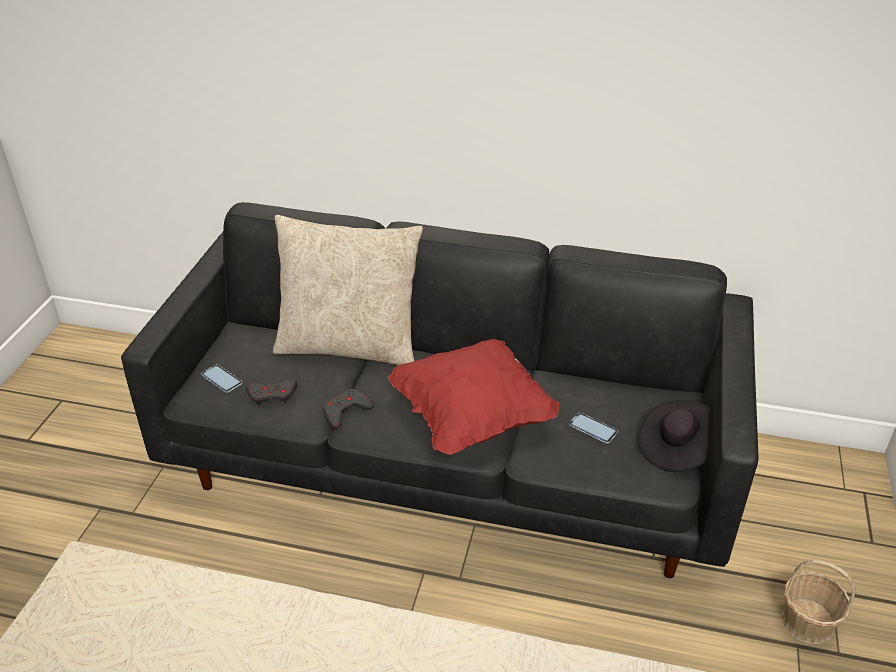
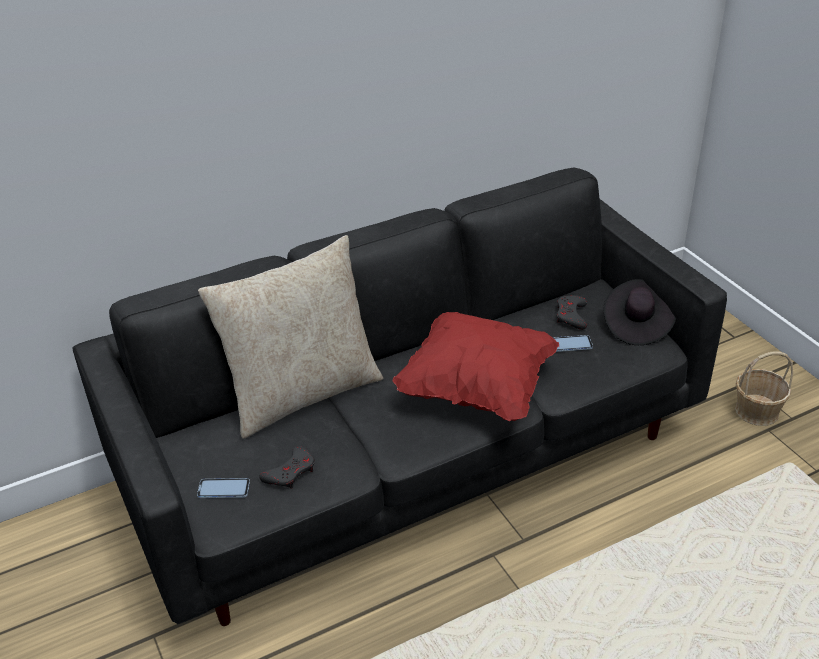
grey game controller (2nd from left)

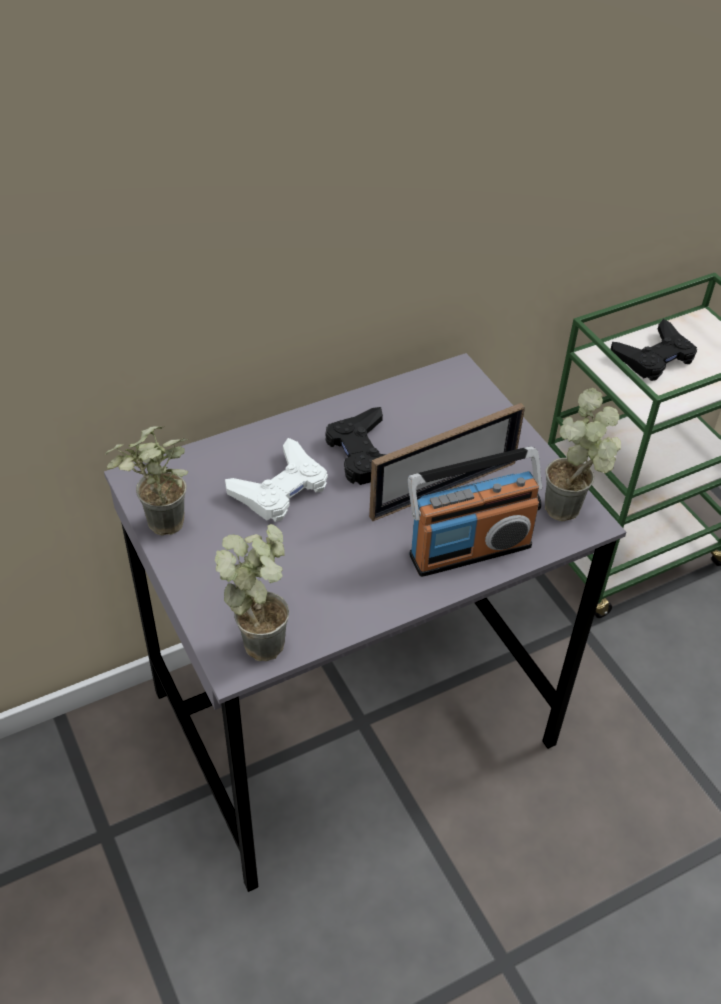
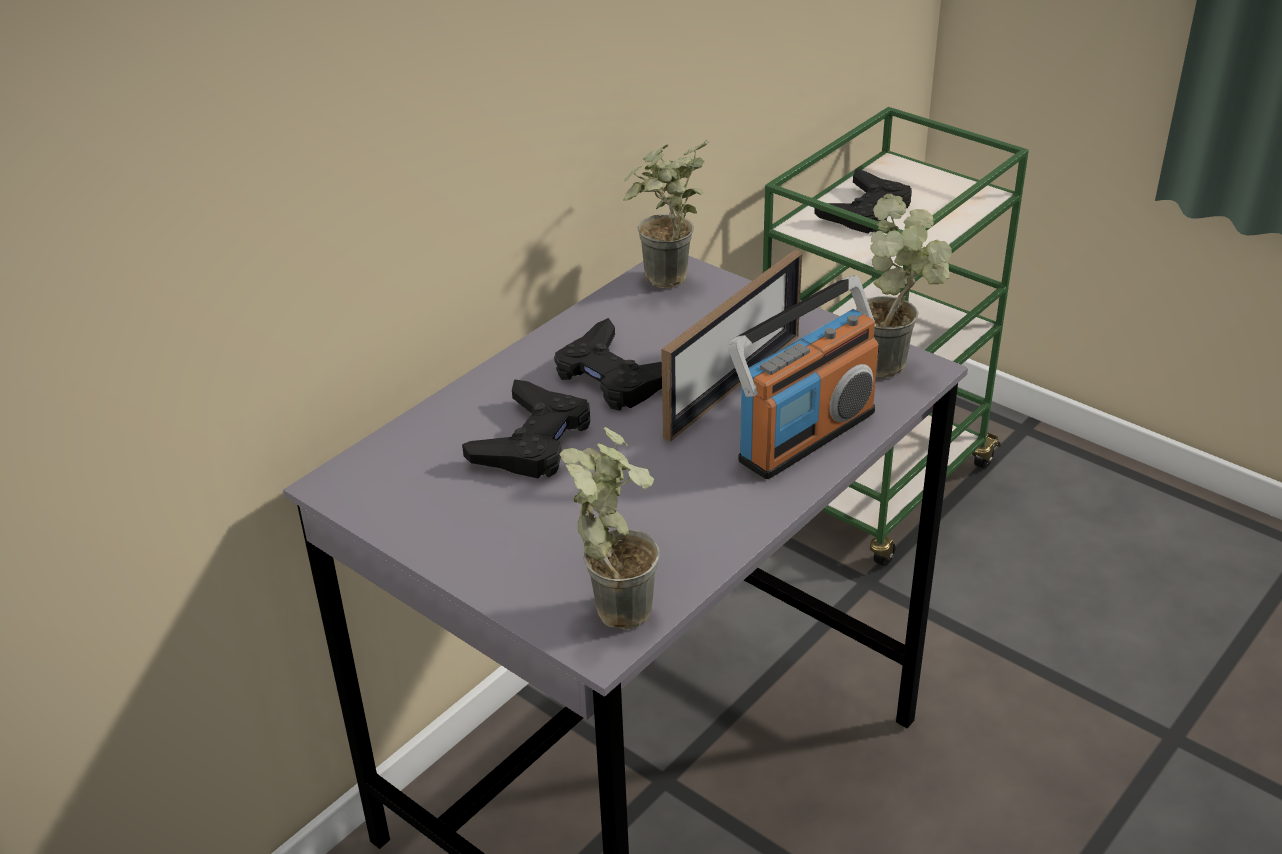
potted plant (2nd from left)
black game controller (1st from left)

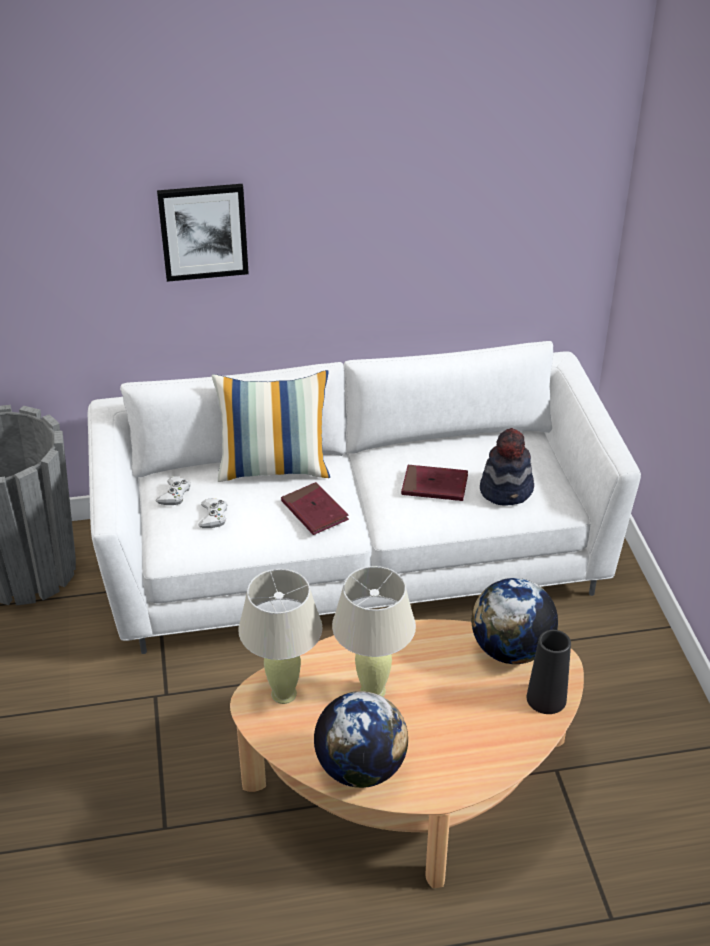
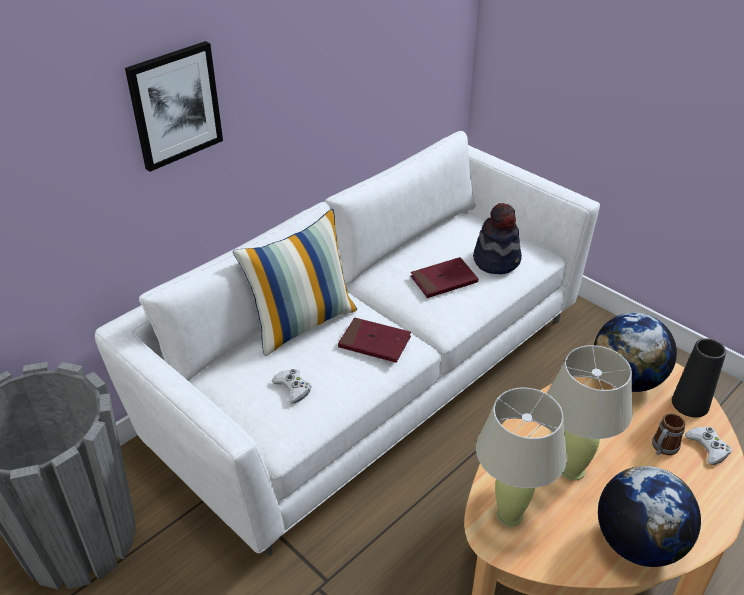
mug
white game controller (2nd from left)

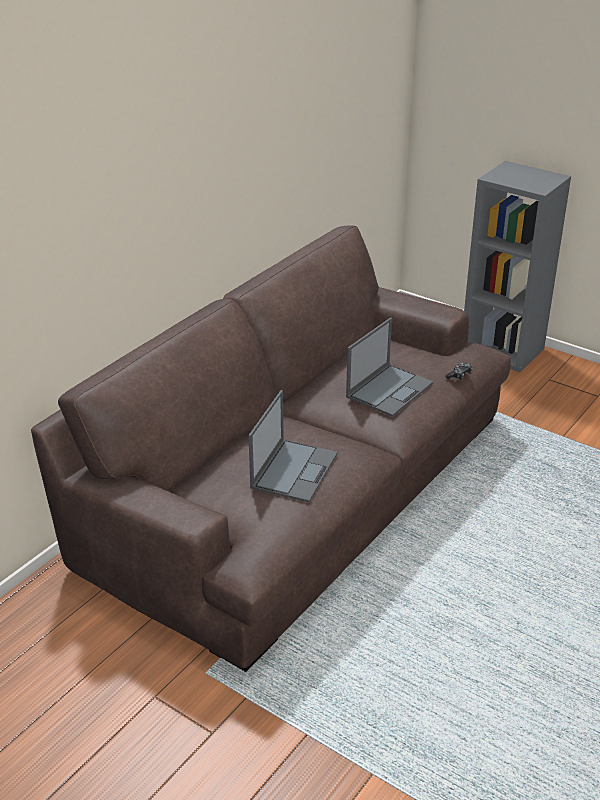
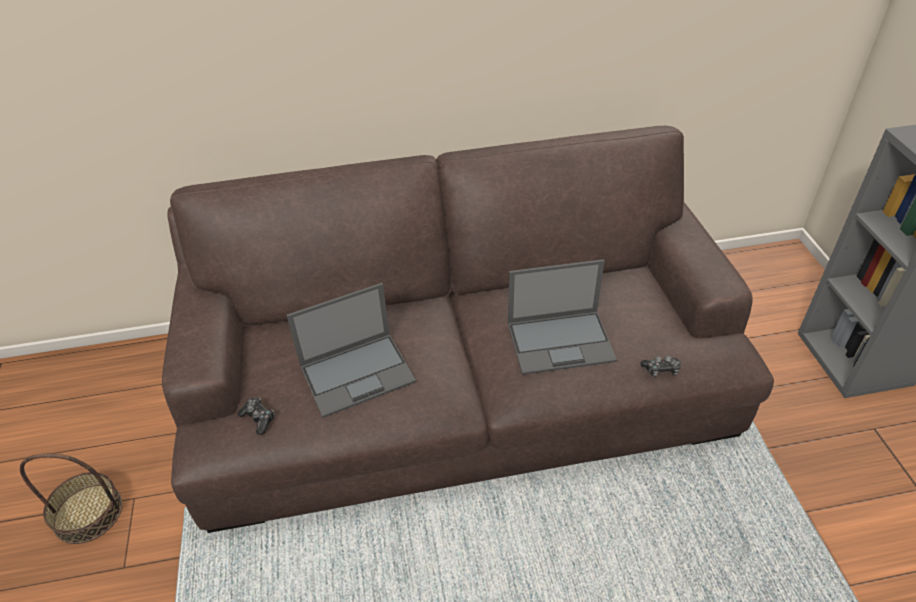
basket
game controller (1st from left)

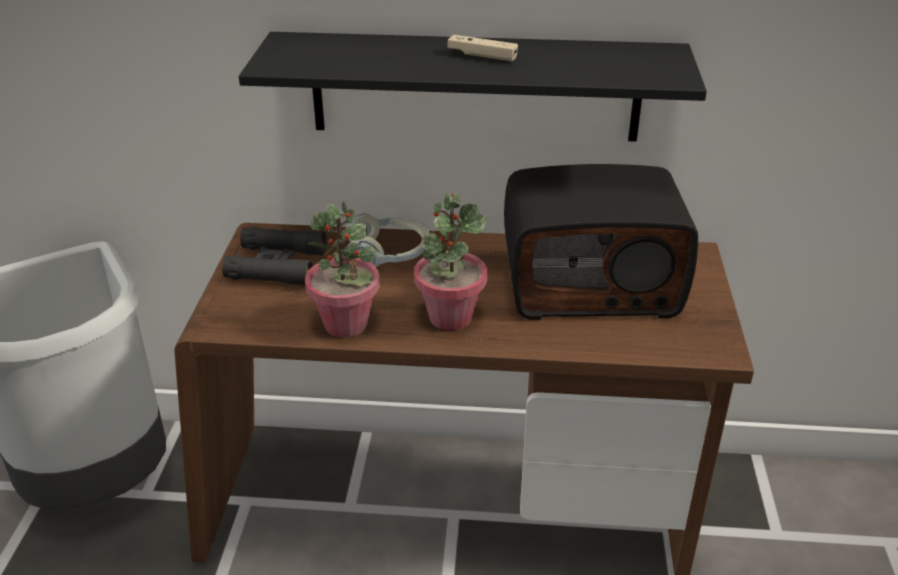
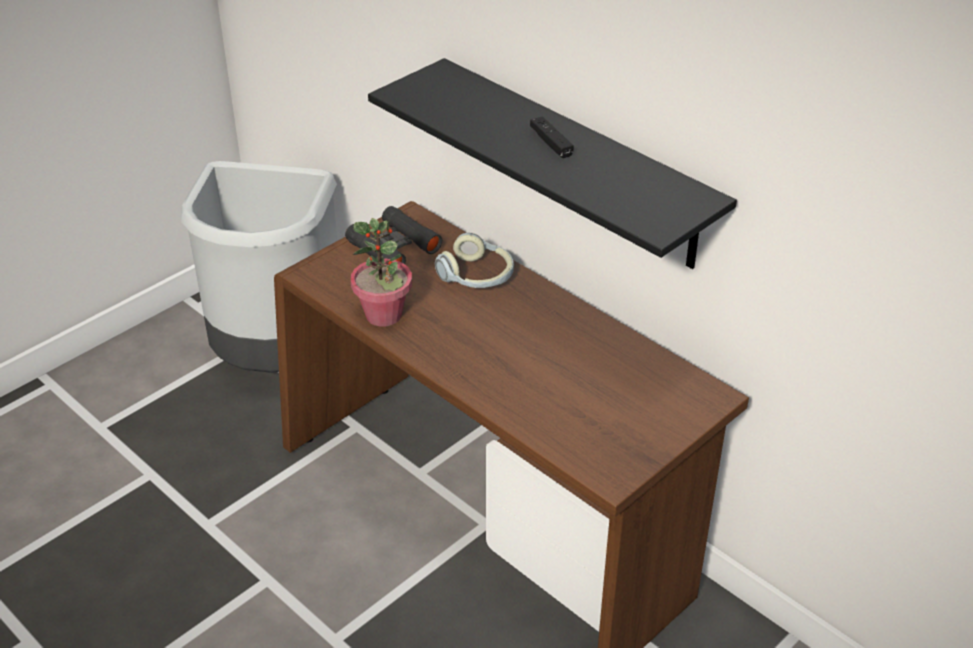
potted plant (2nd from left in the first image)
radio
black game controller

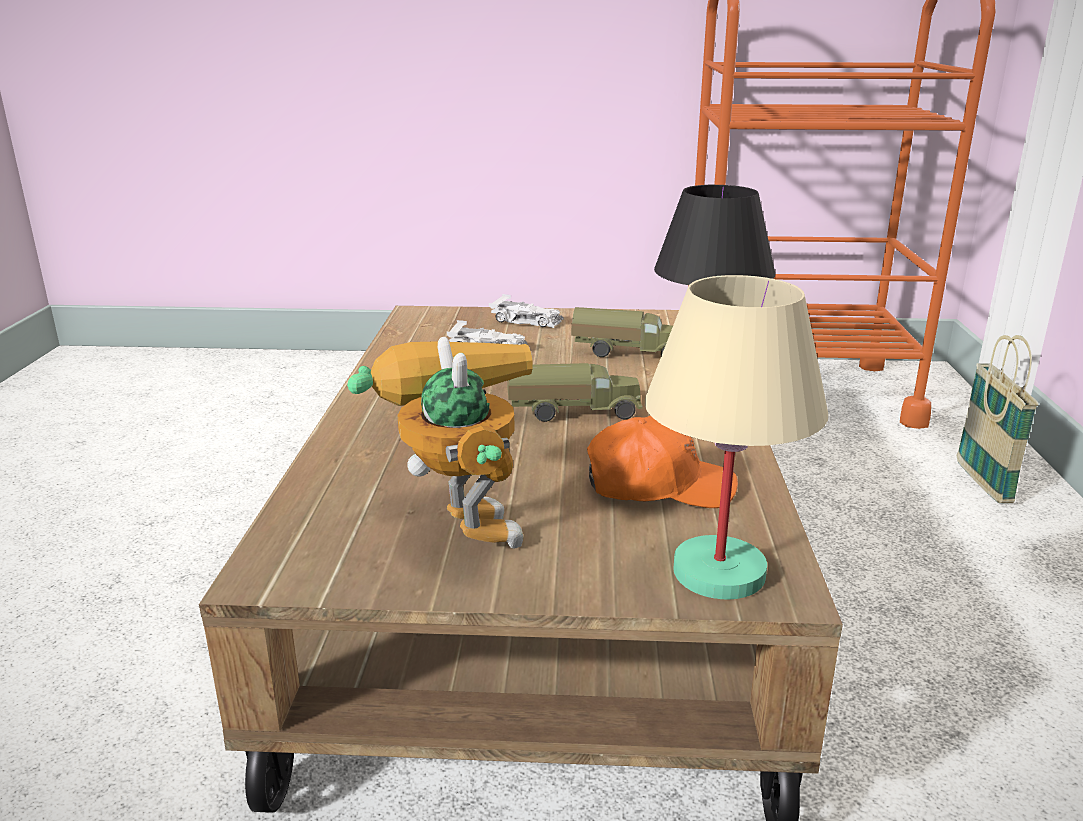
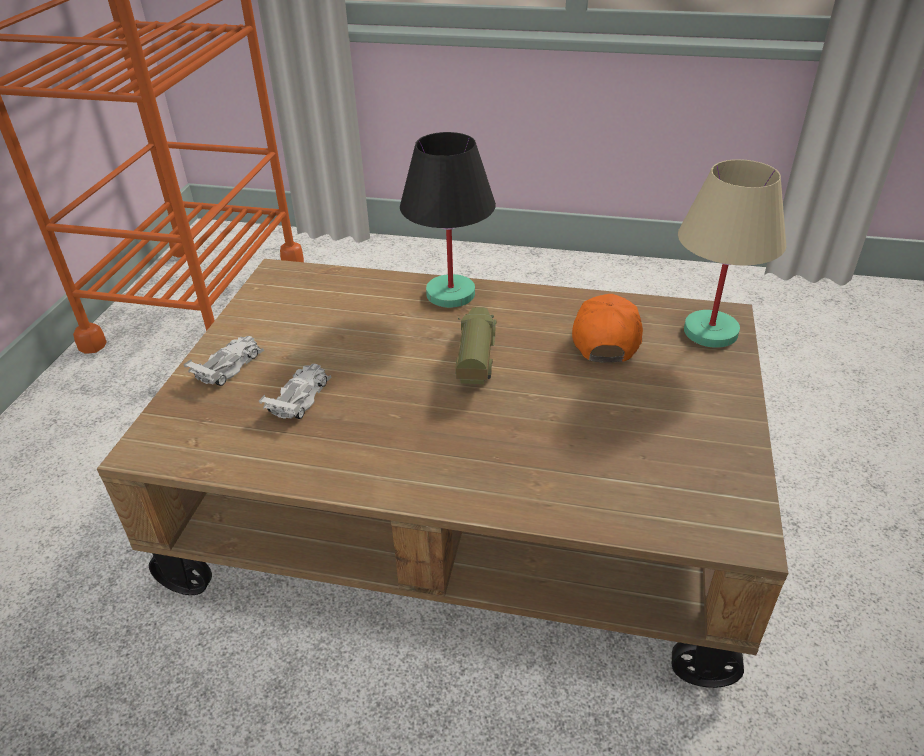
toy robot
toy truck (2nd from left in the first image)
basket

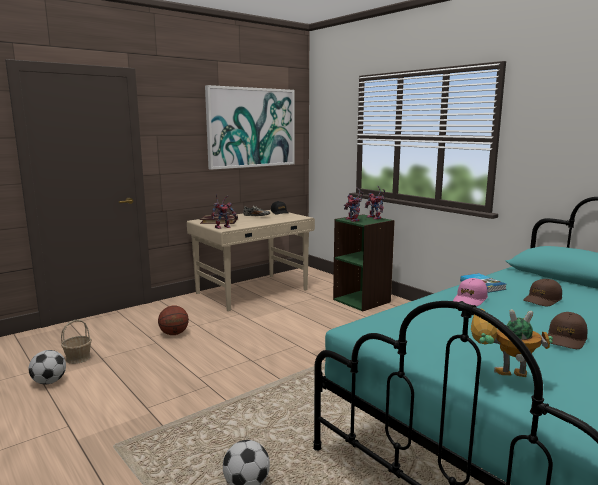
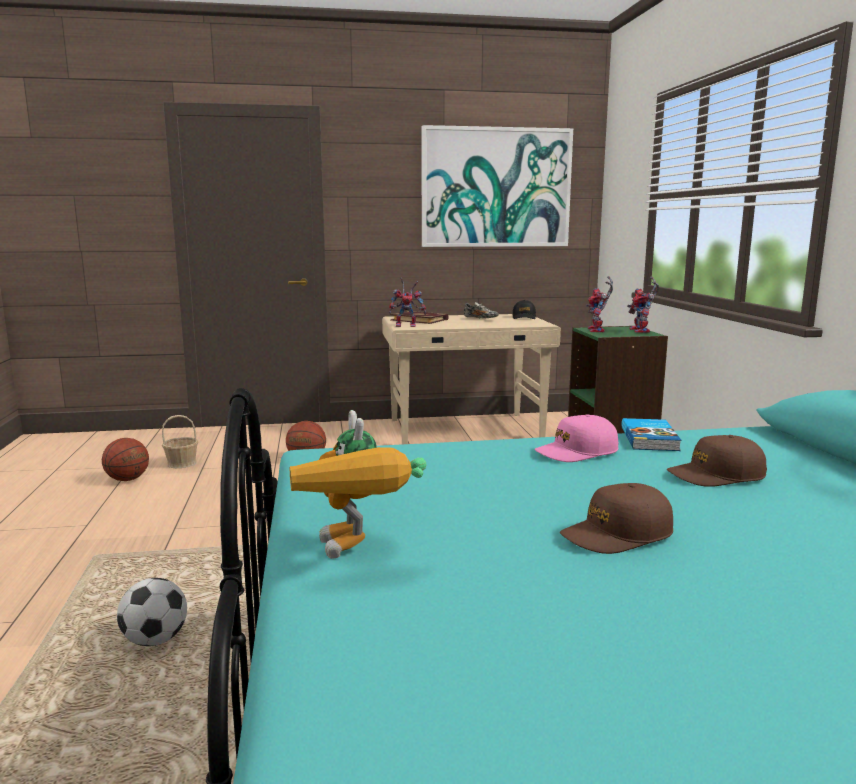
basketball (1st from left)
toy robot (1st from left)

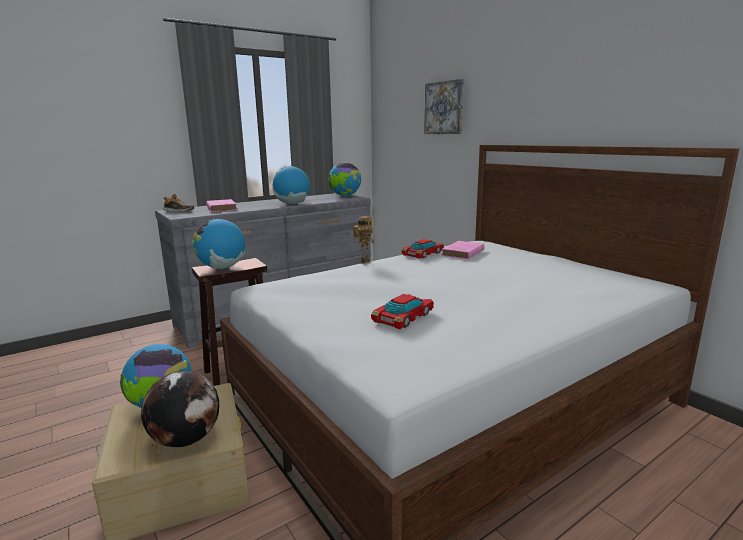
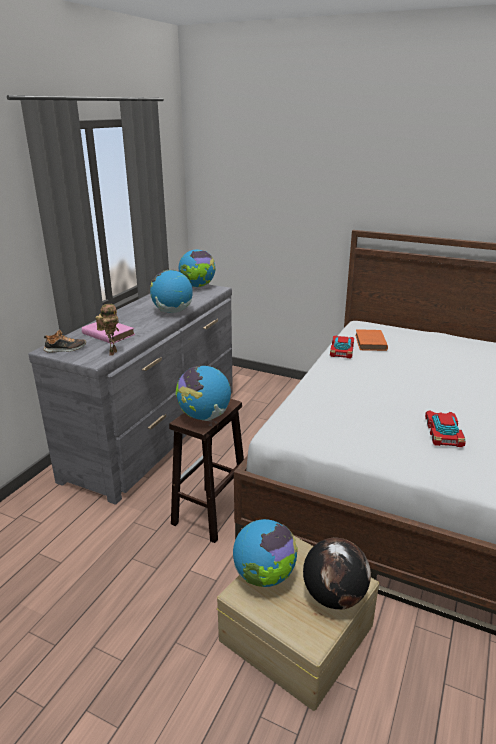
picture
toy robot
orange book

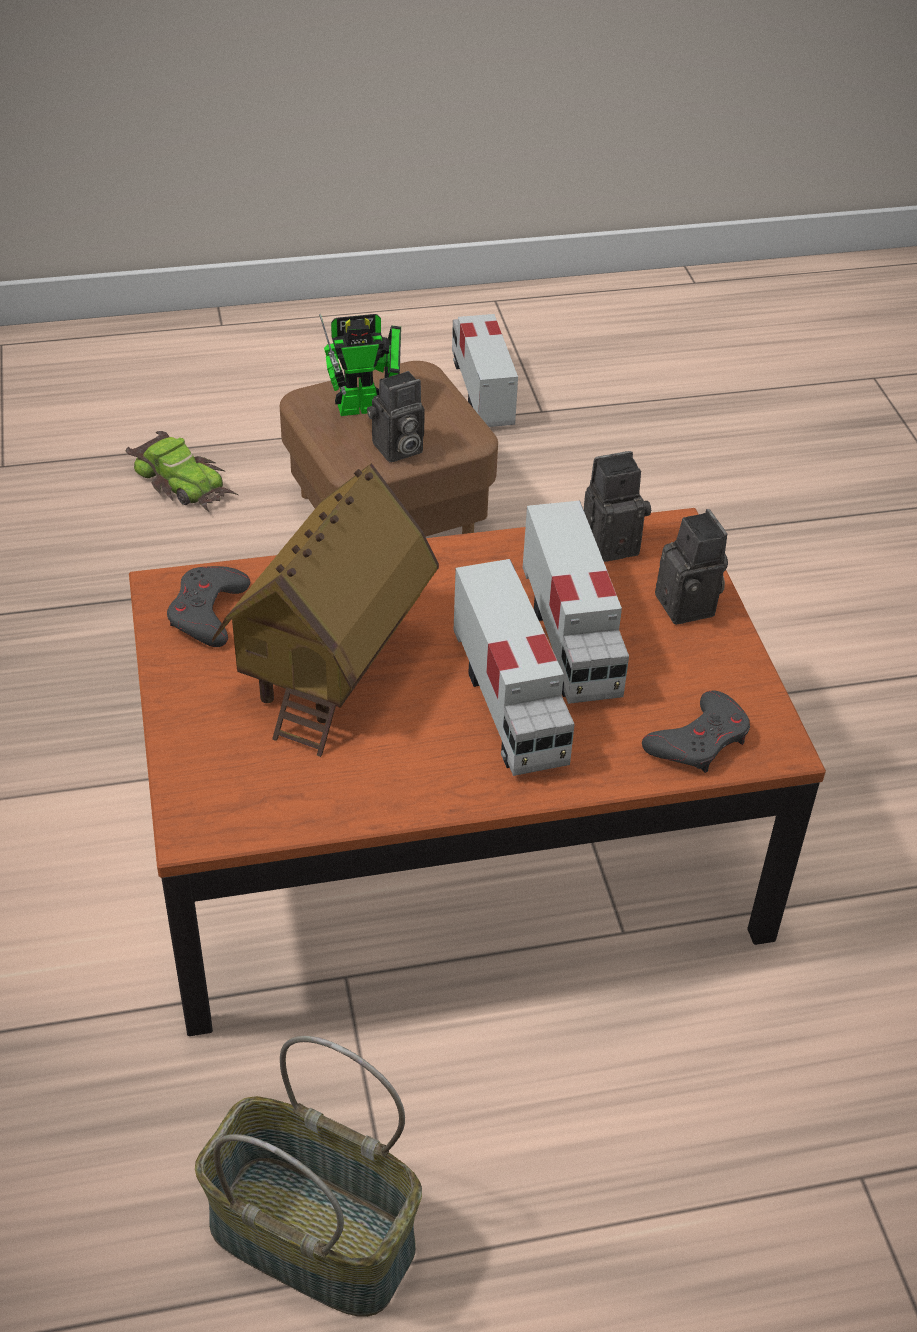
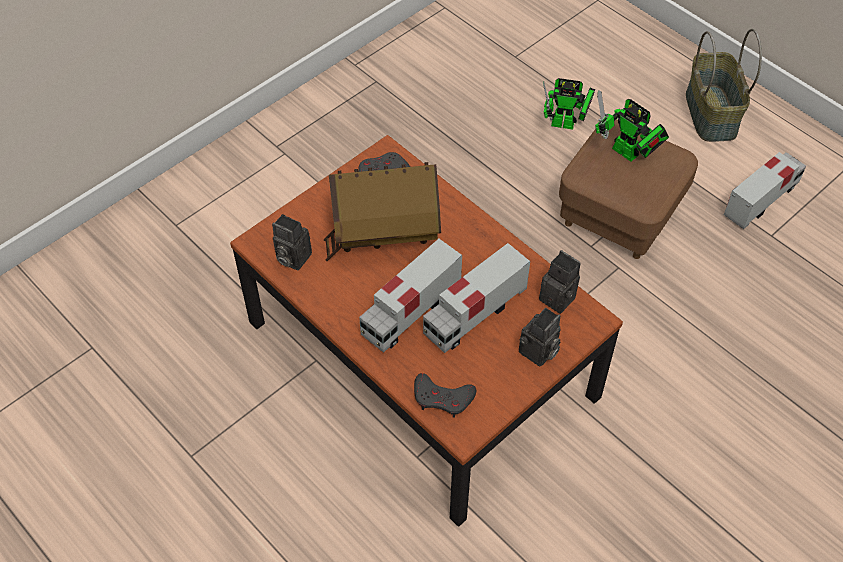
basket
photo camera (1st from left)
toy robot (1st from left)

